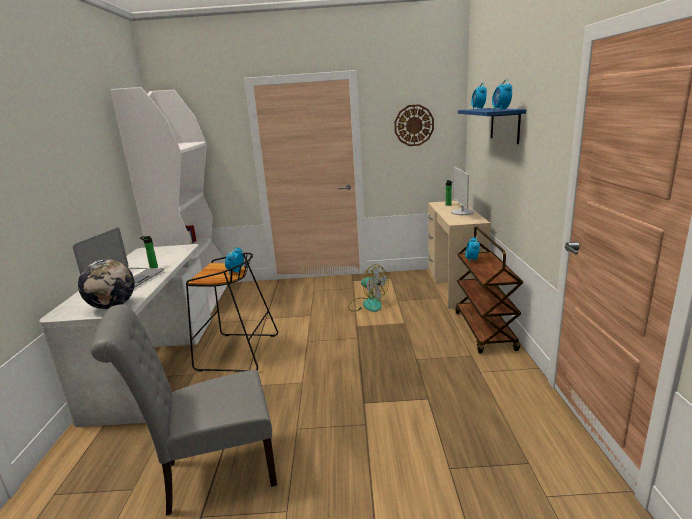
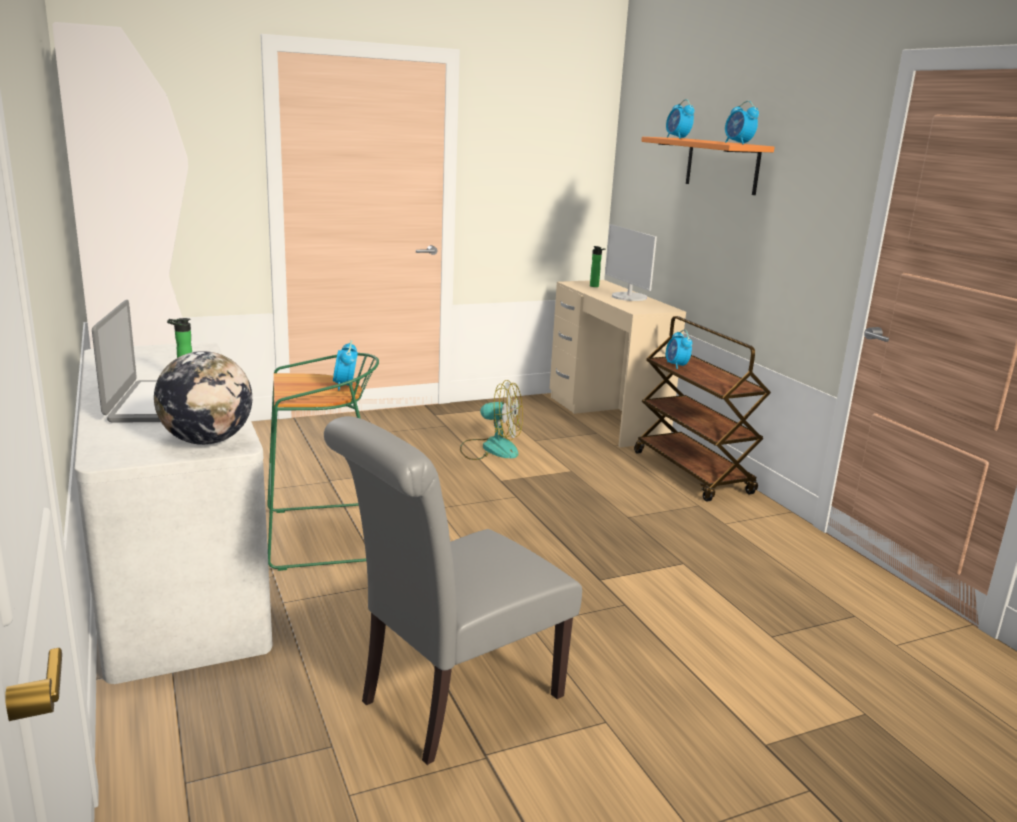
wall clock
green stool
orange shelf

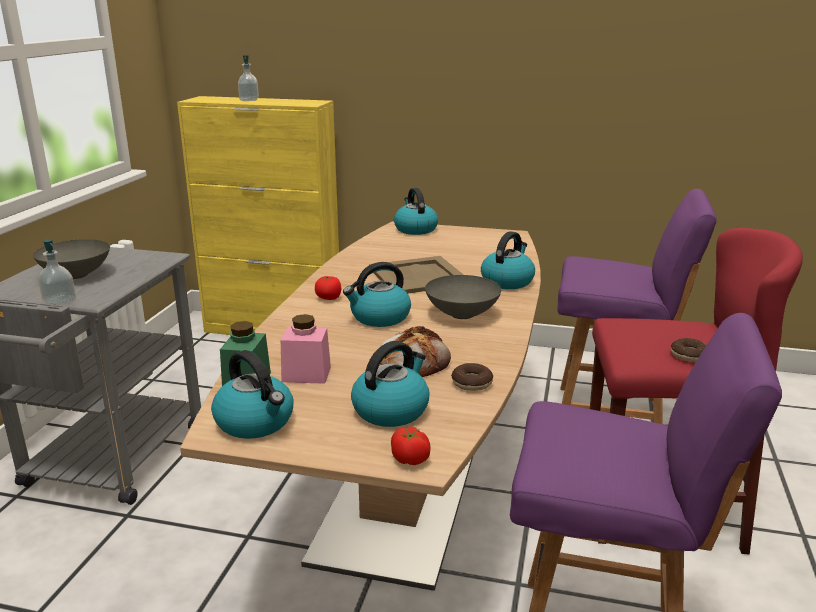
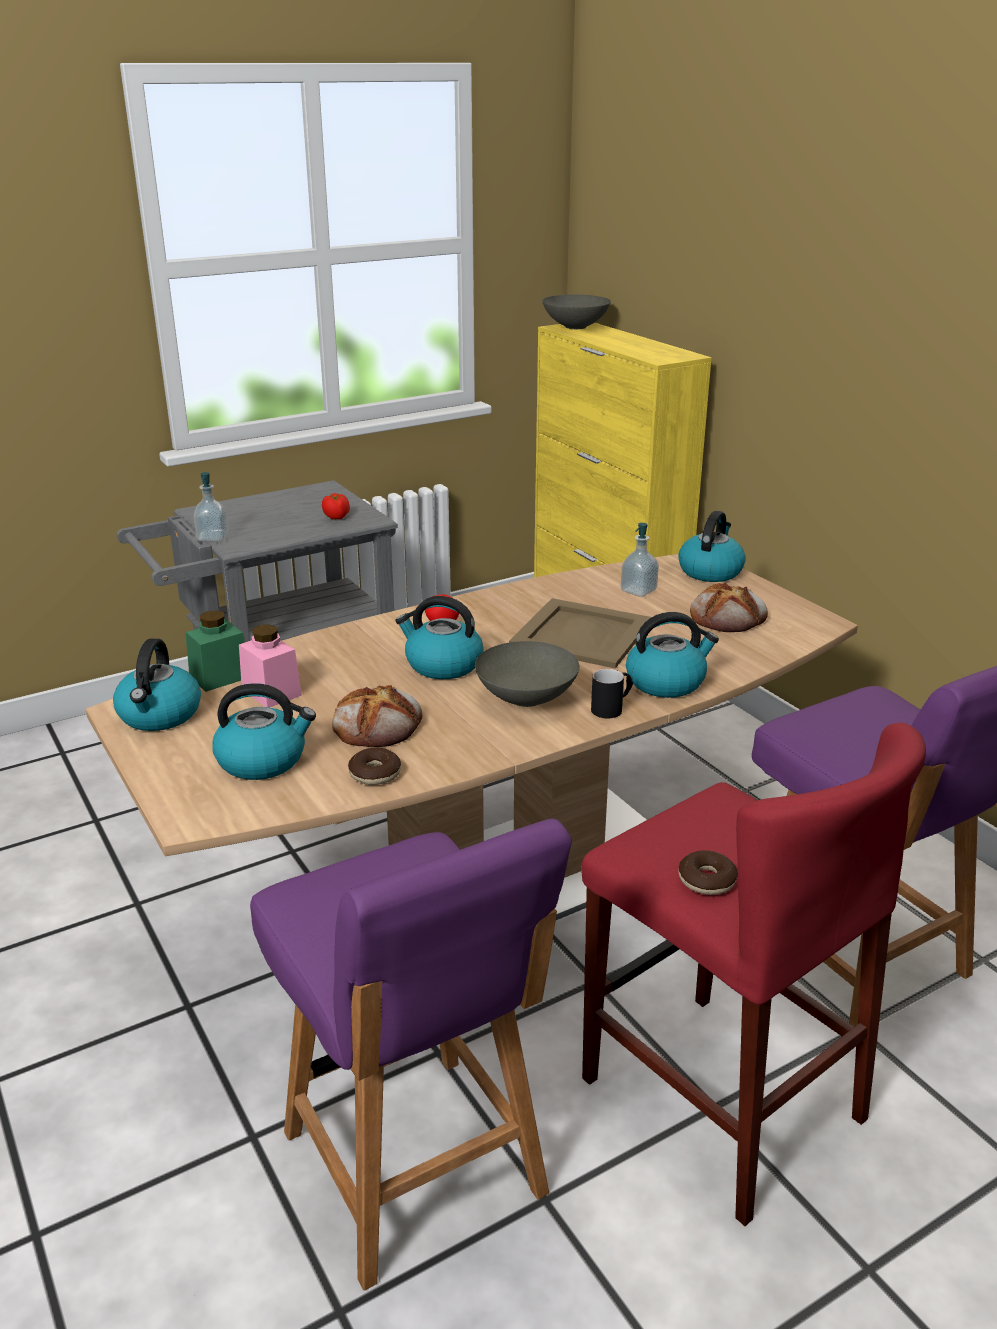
black mug
bread (2nd from left)
grey bowl (2nd from left)
soap dispenser (2nd from left)
tomato (1st from left)

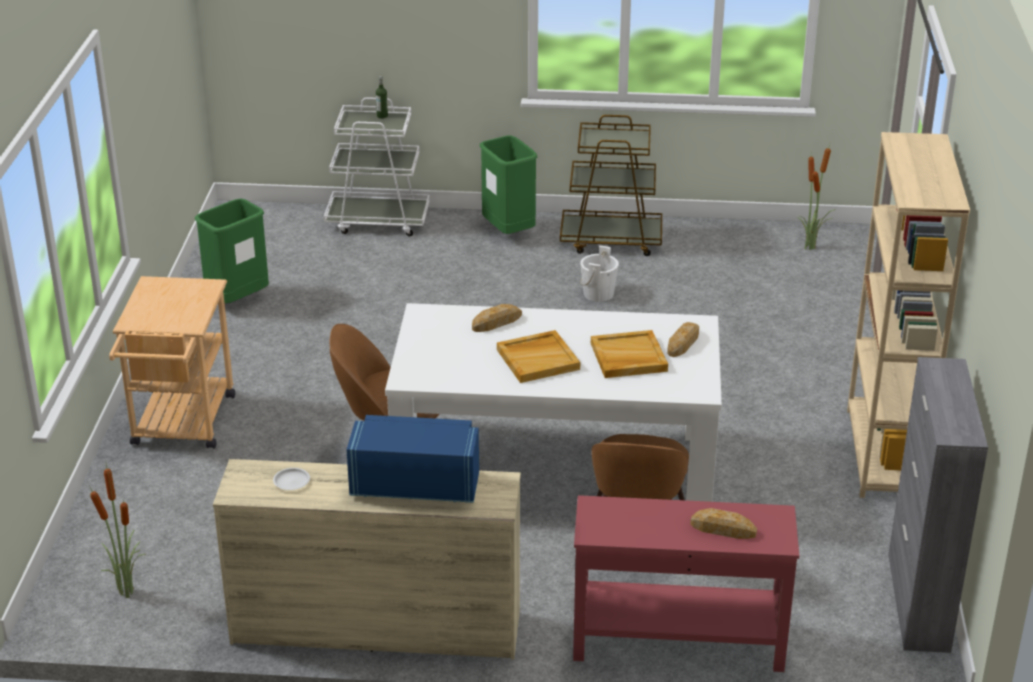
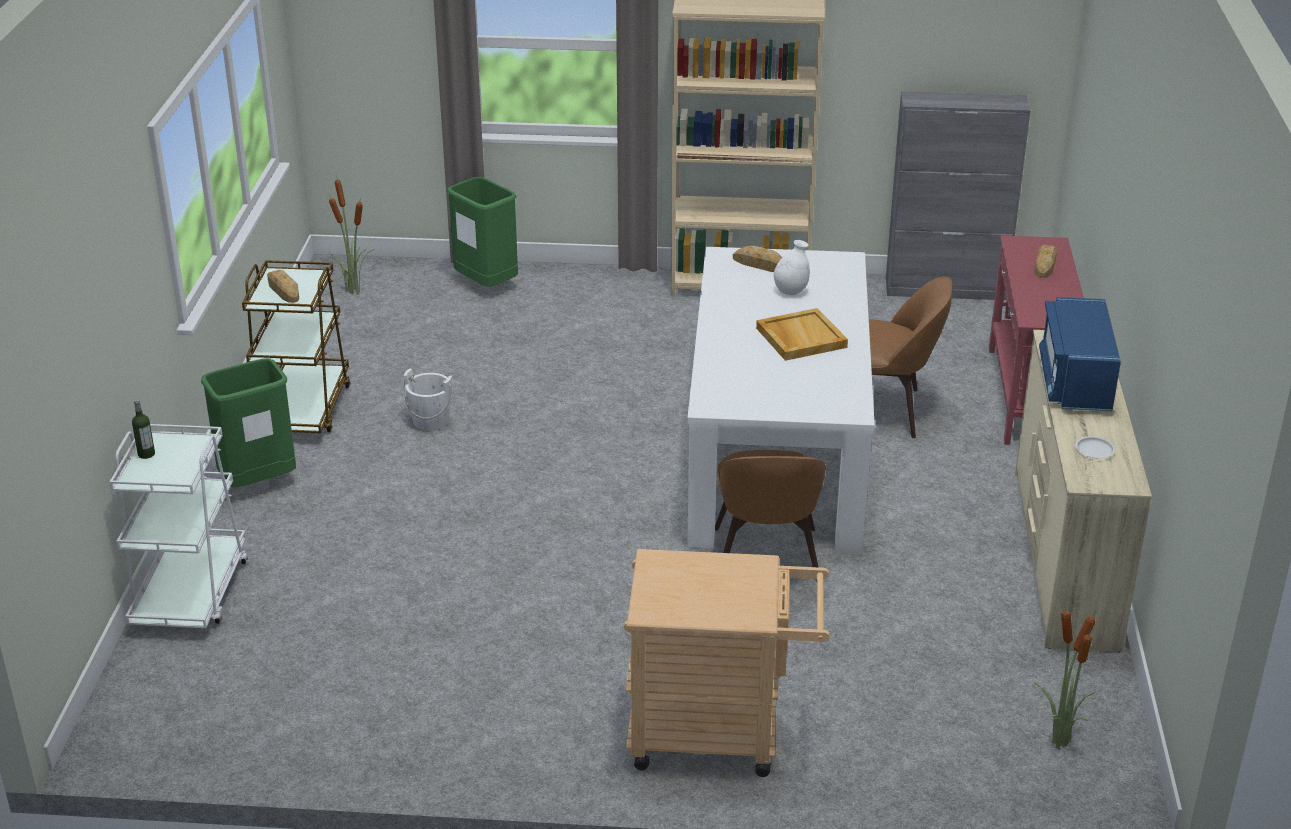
green trash can (2nd from left)
bread (1st from left)
white vase

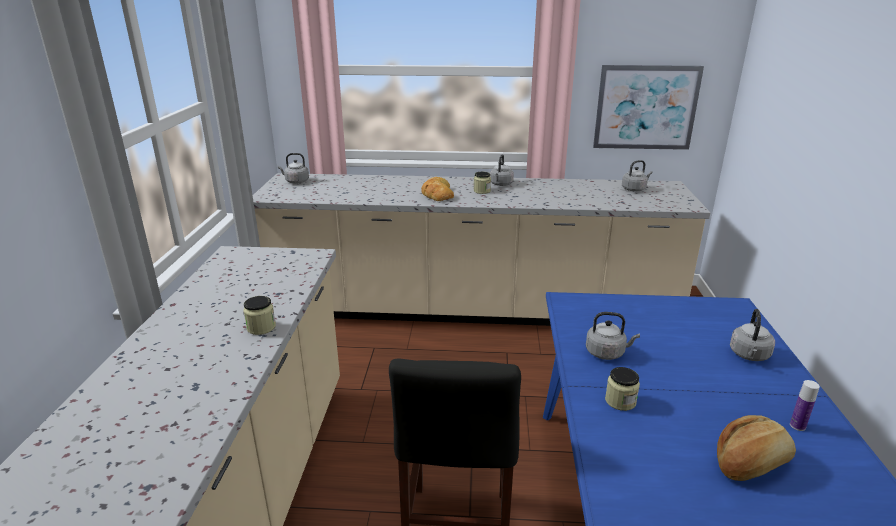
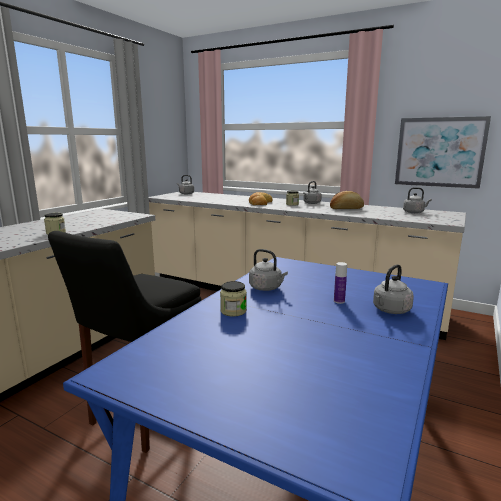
bread (2nd from left)
bottle

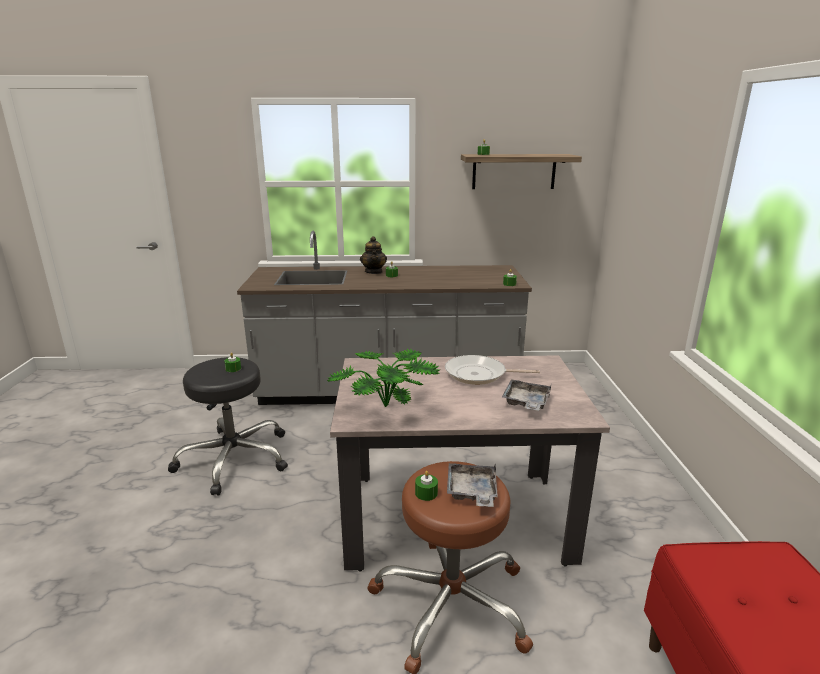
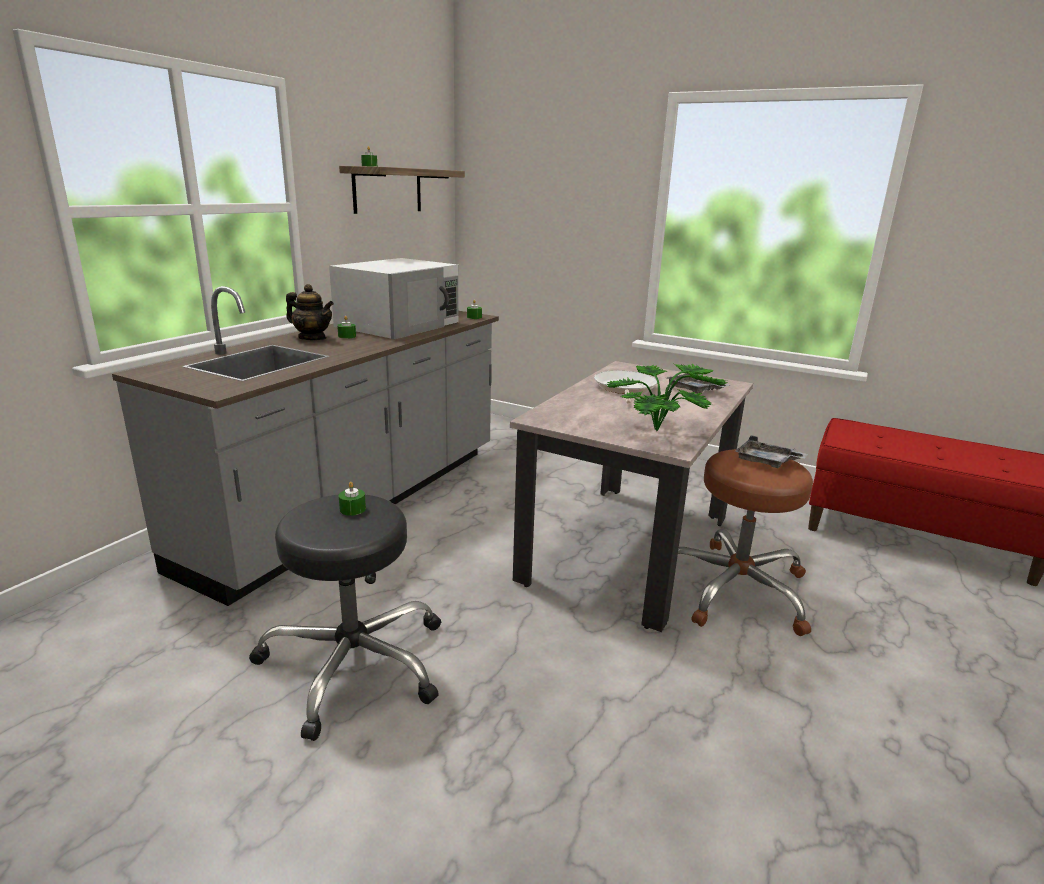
green candle (3rd from left in the first image)
white microwave
frying pan

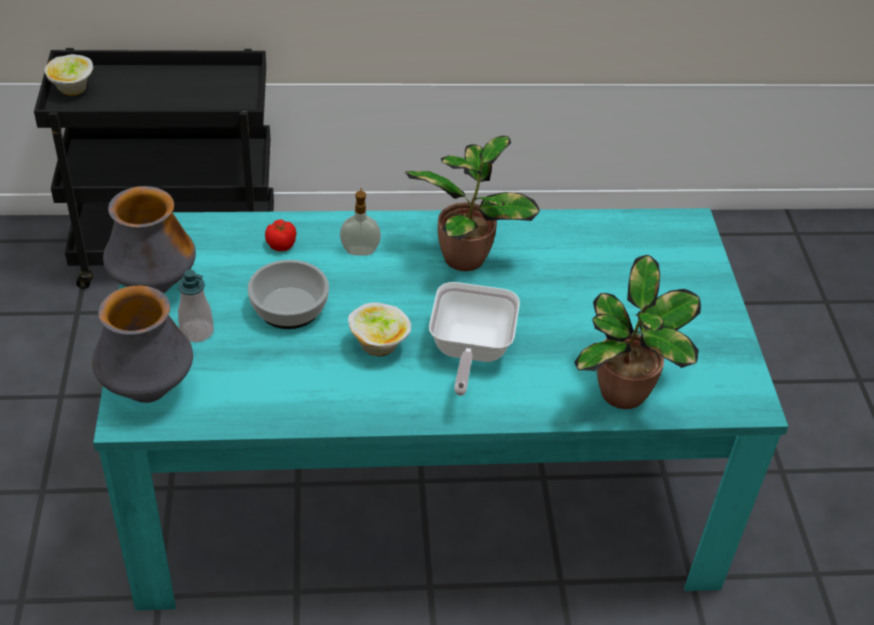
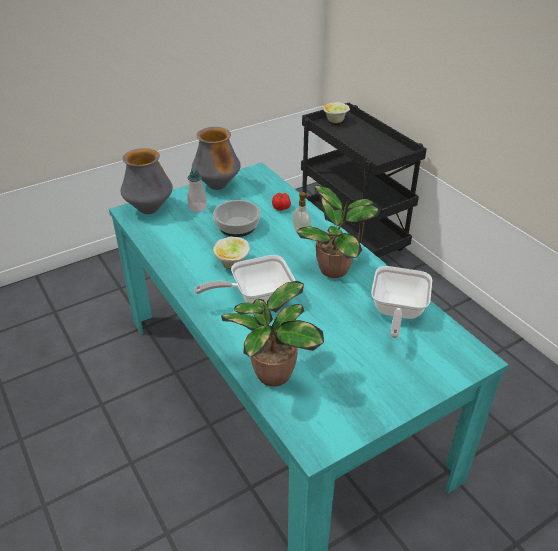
frying pan (2nd from left)

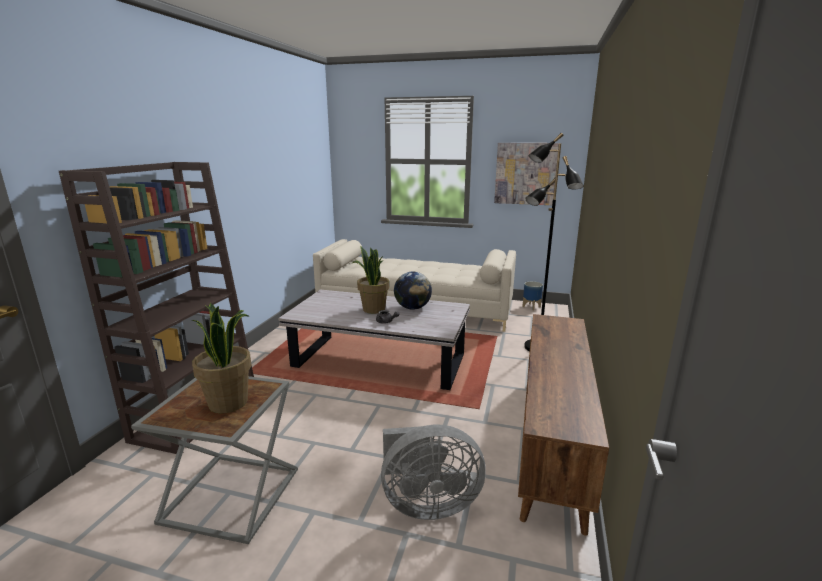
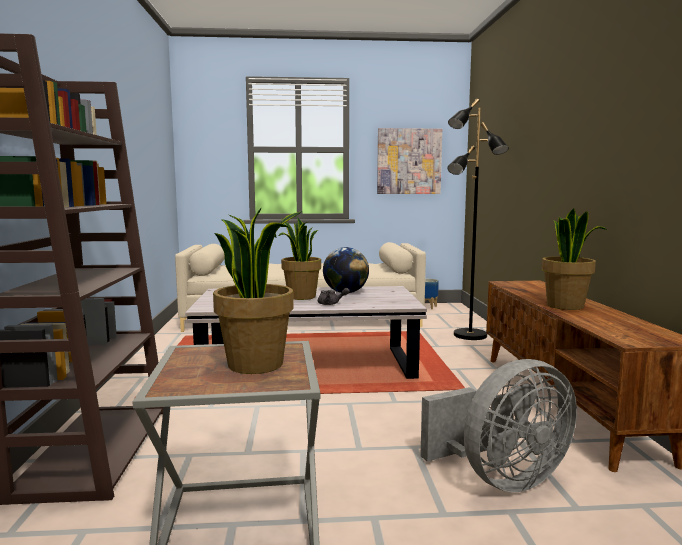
potted plant (3rd from left)

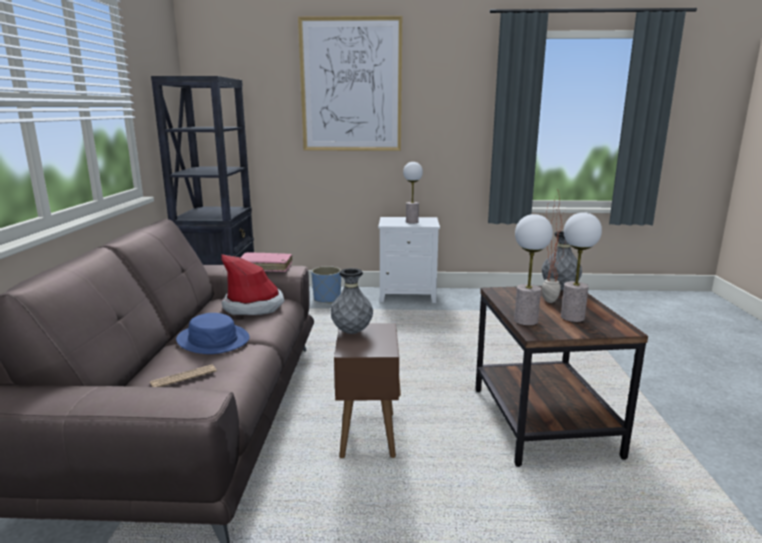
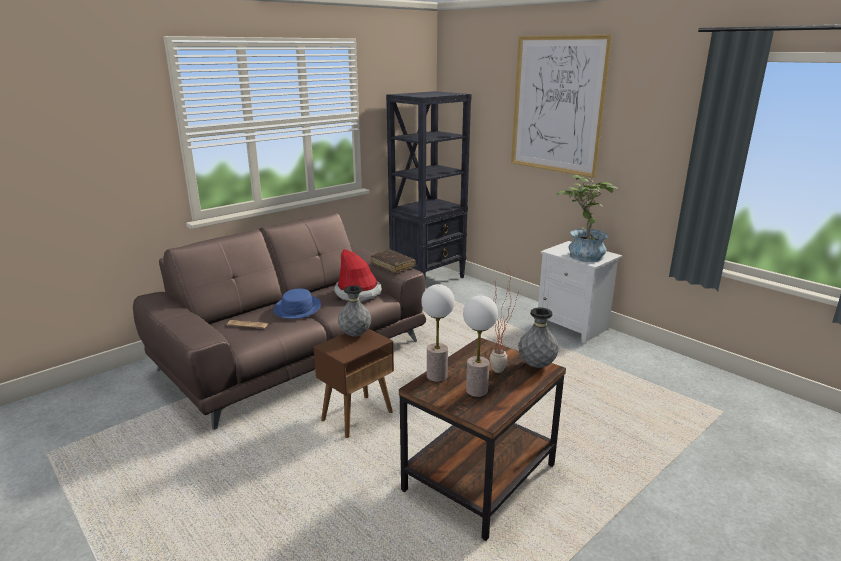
blue planter
potted plant (2nd from left)
brown book

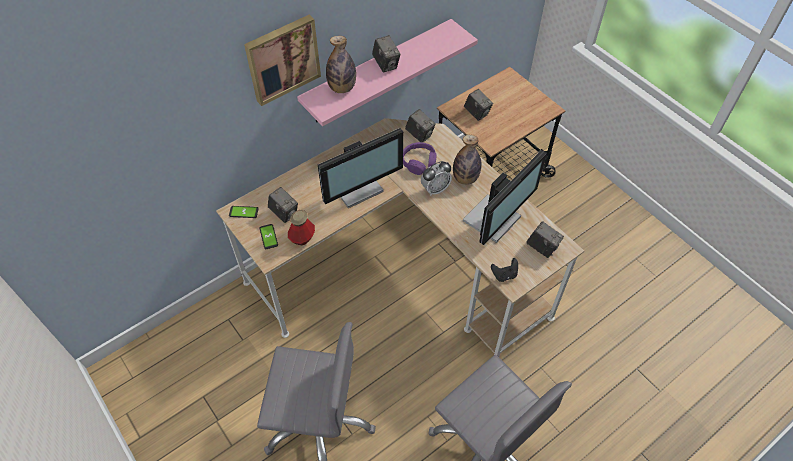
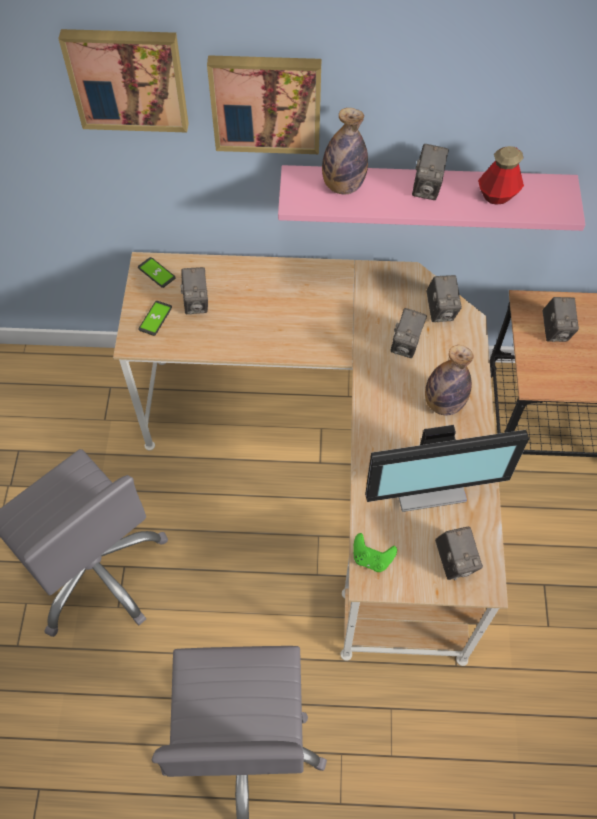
monitor (1st from left in the first image)
alarm clock
picture (1st from left)
bottle (3rd from left)
photo camera (2nd from left)
green game controller

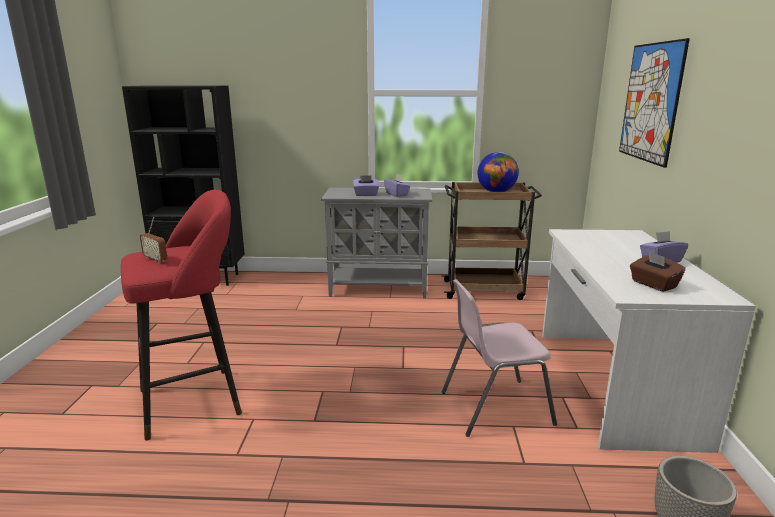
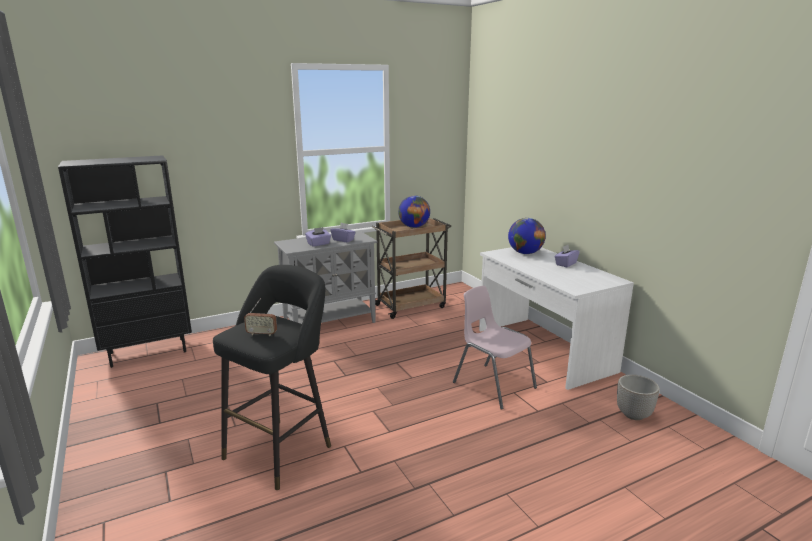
picture
brown tissue box
globe (2nd from left)
black stool
pink chair

